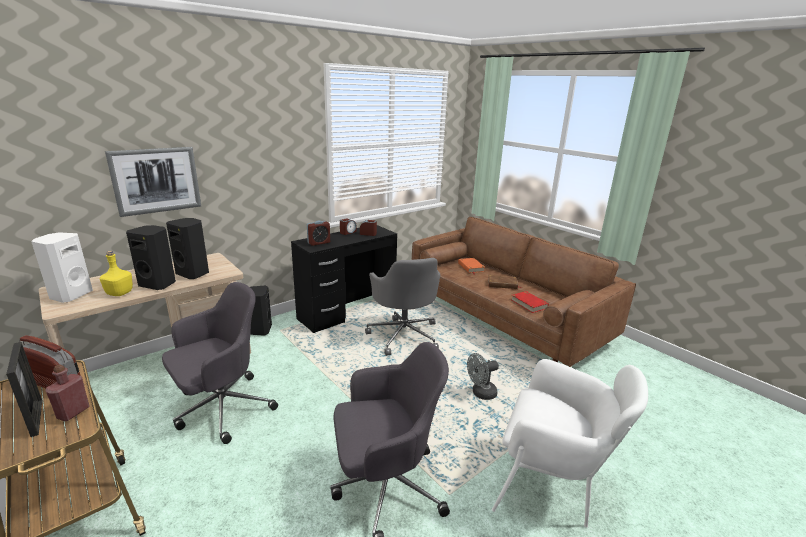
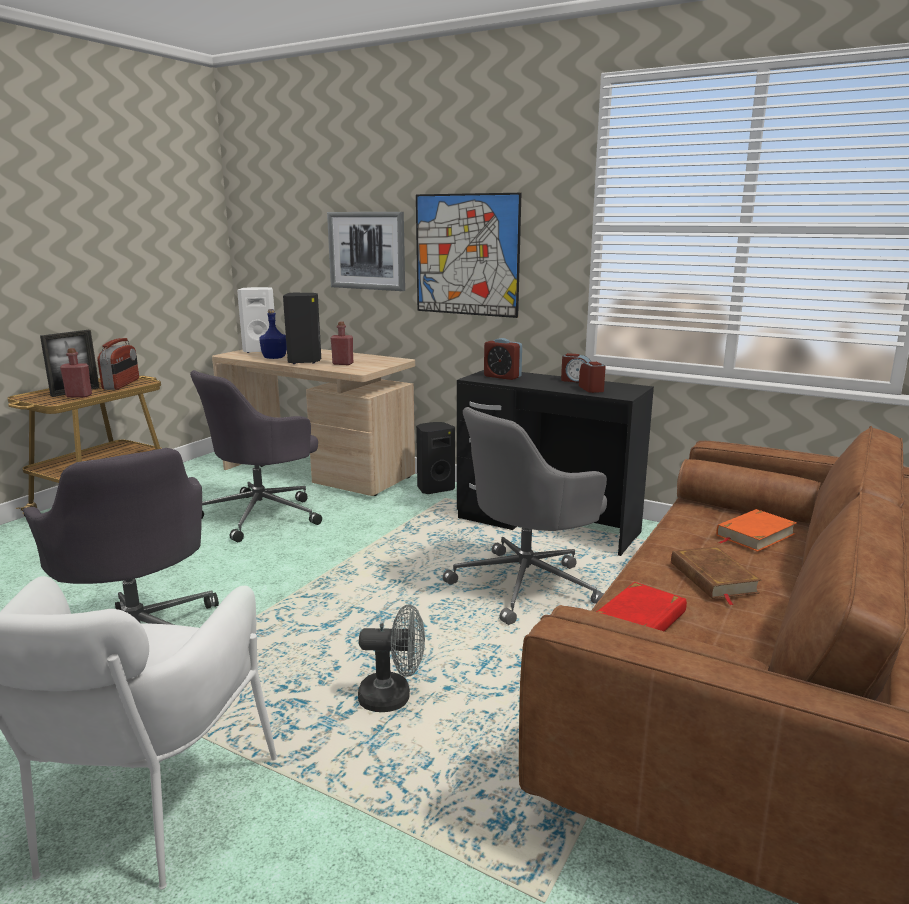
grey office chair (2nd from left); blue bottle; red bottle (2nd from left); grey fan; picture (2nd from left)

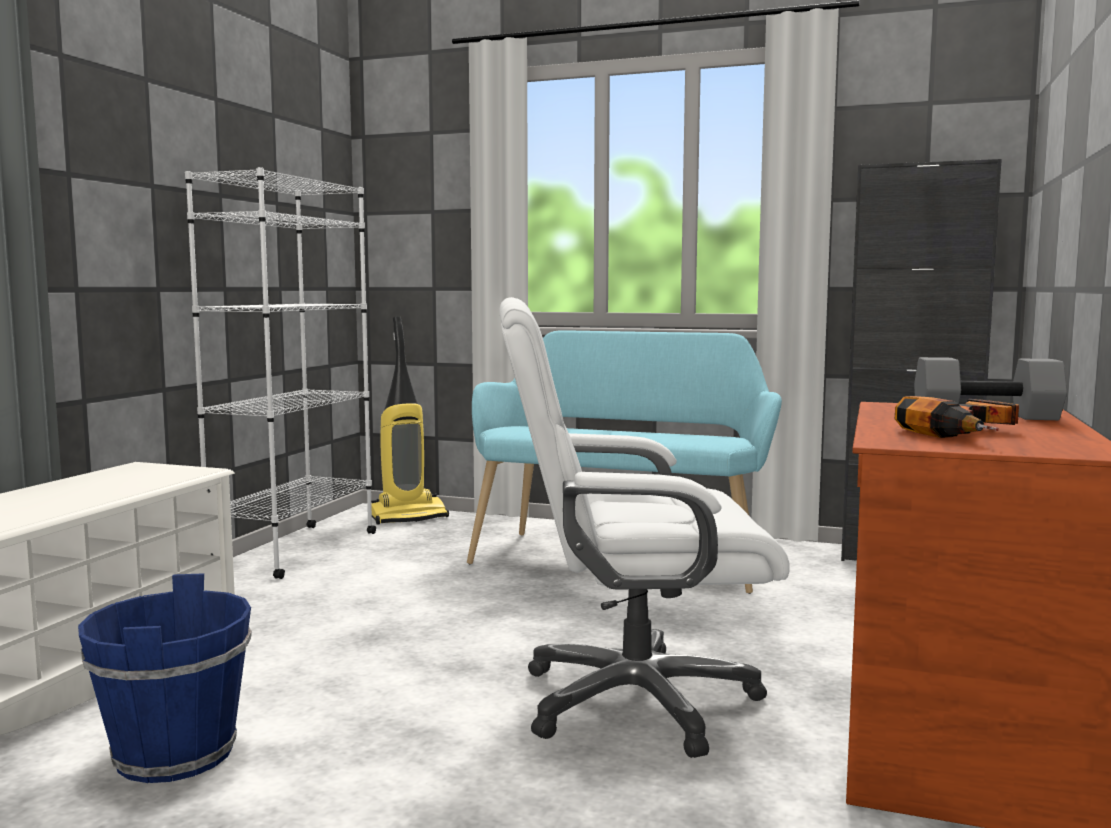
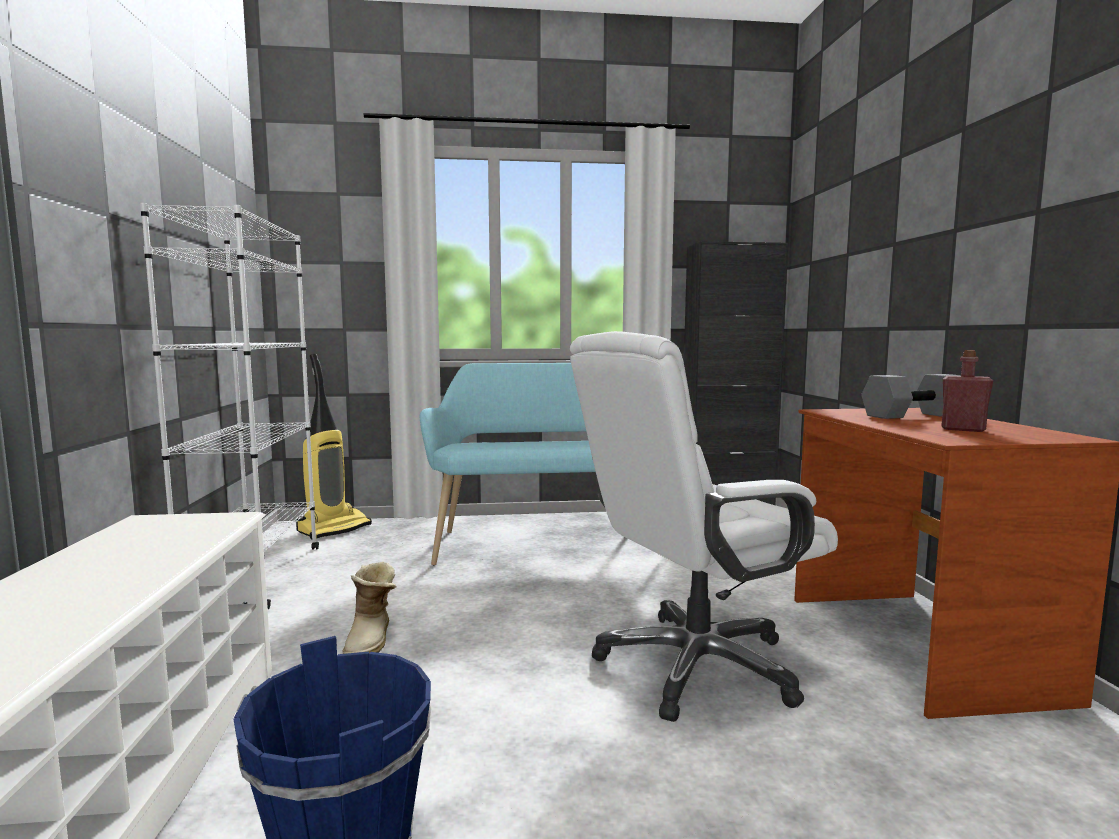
boot; red bottle

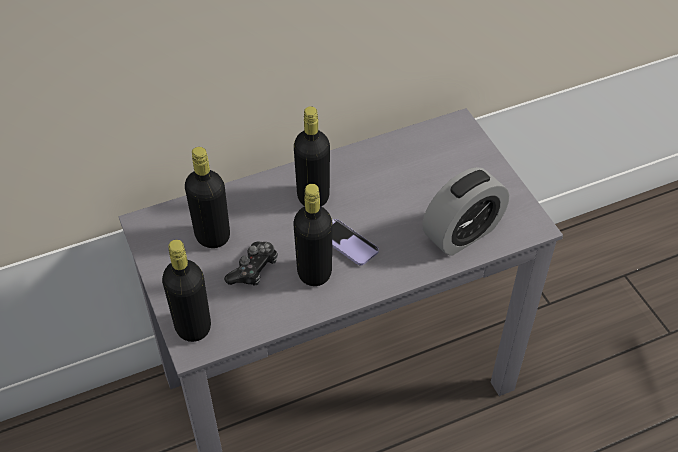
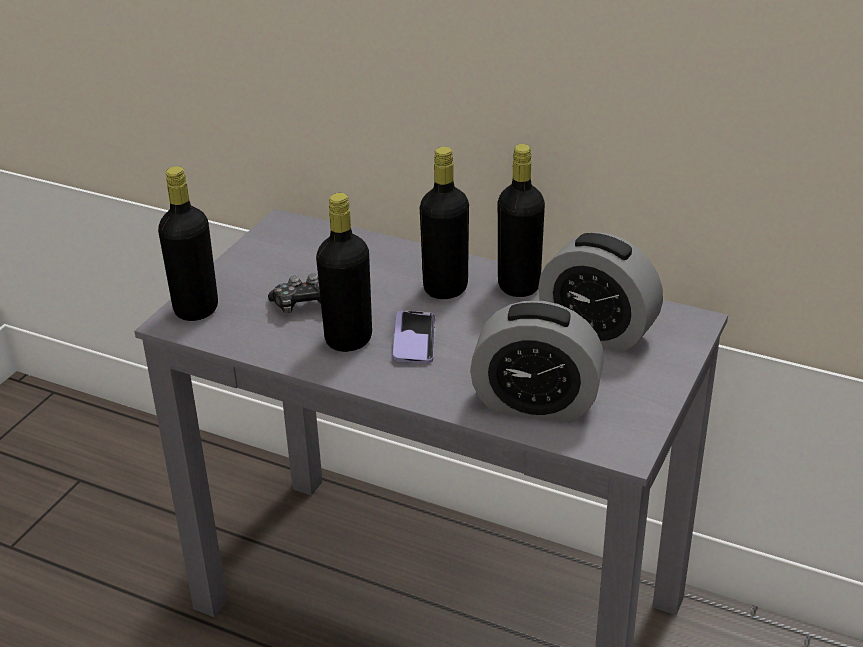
black bottle (4th from left); alarm clock (2nd from left)

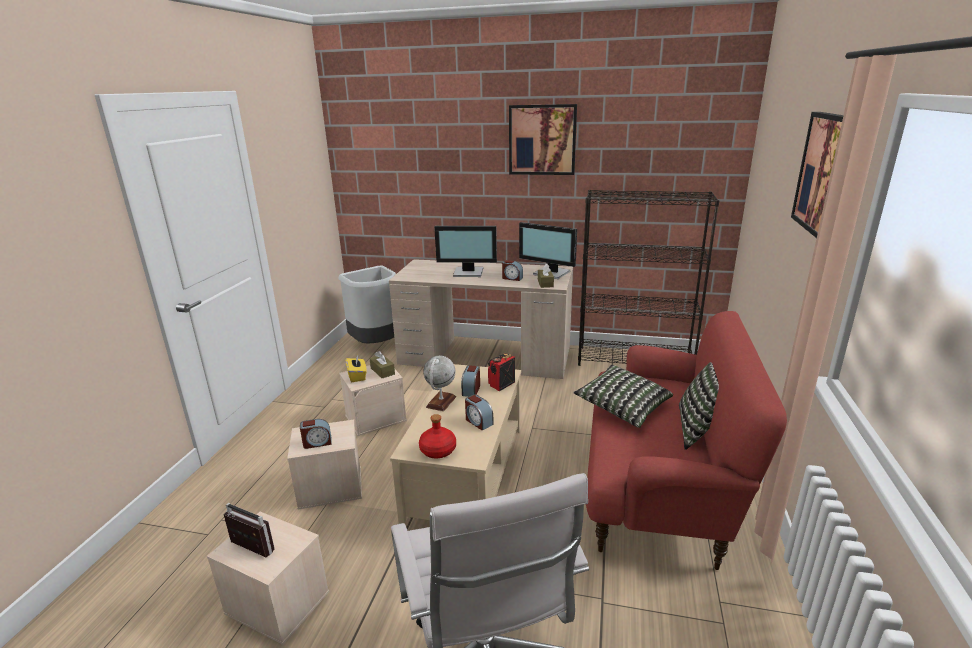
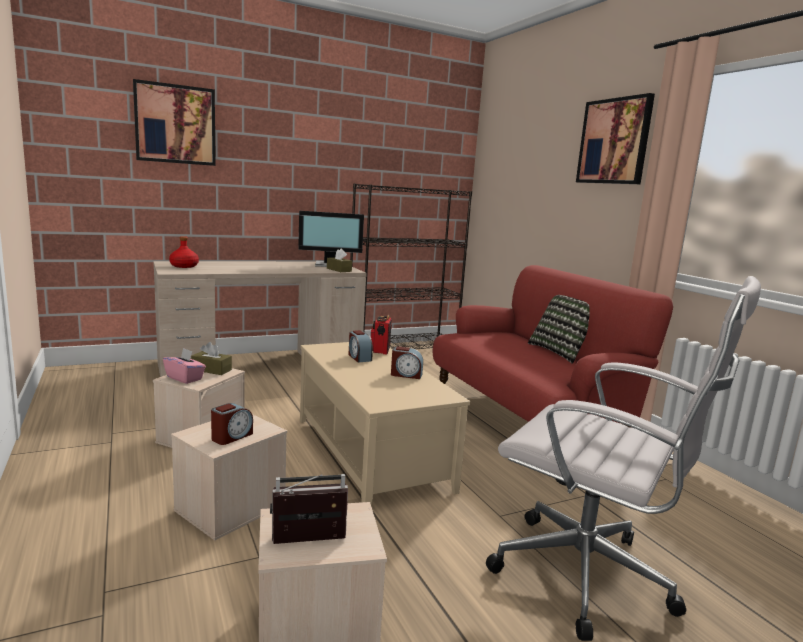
picture (1st from left); pink tissue box; red bottle; grey trash can; globe; monitor (1st from left in the first image); alarm clock (4th from left in the first image); pillow (1st from left in the first image)

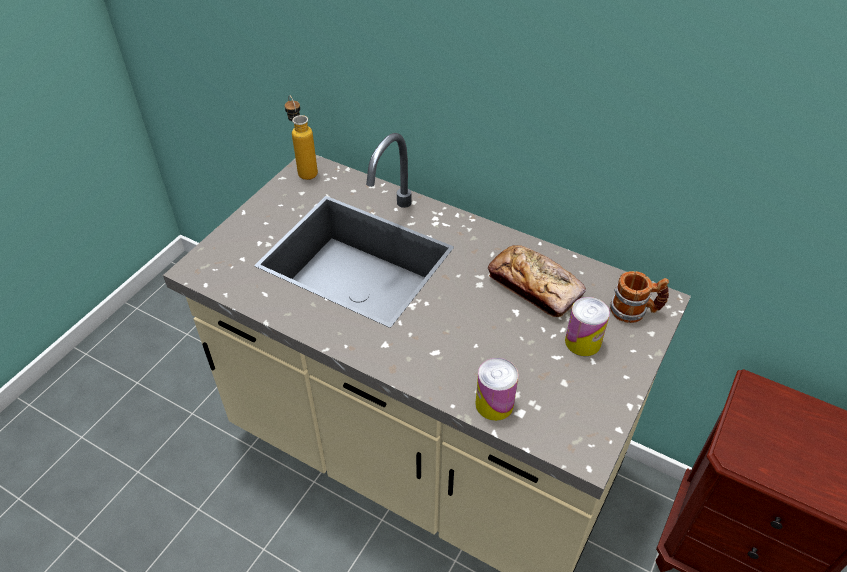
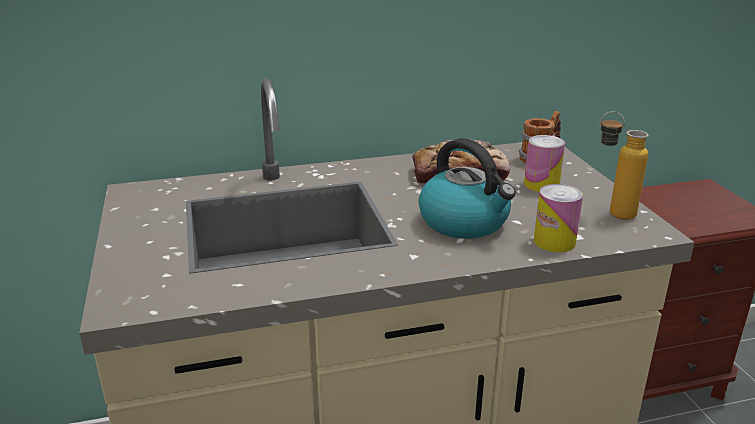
kettle; bottle

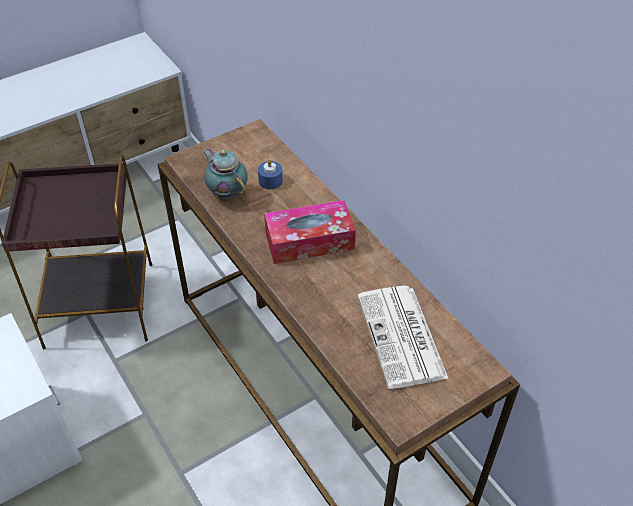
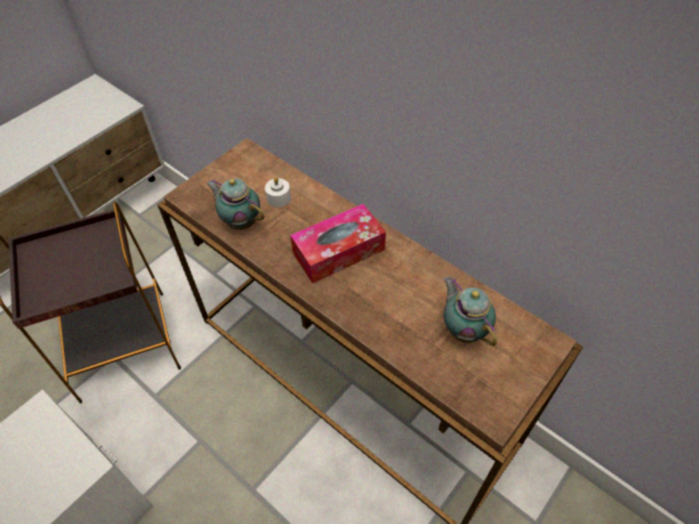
white candle; teapot (2nd from left)

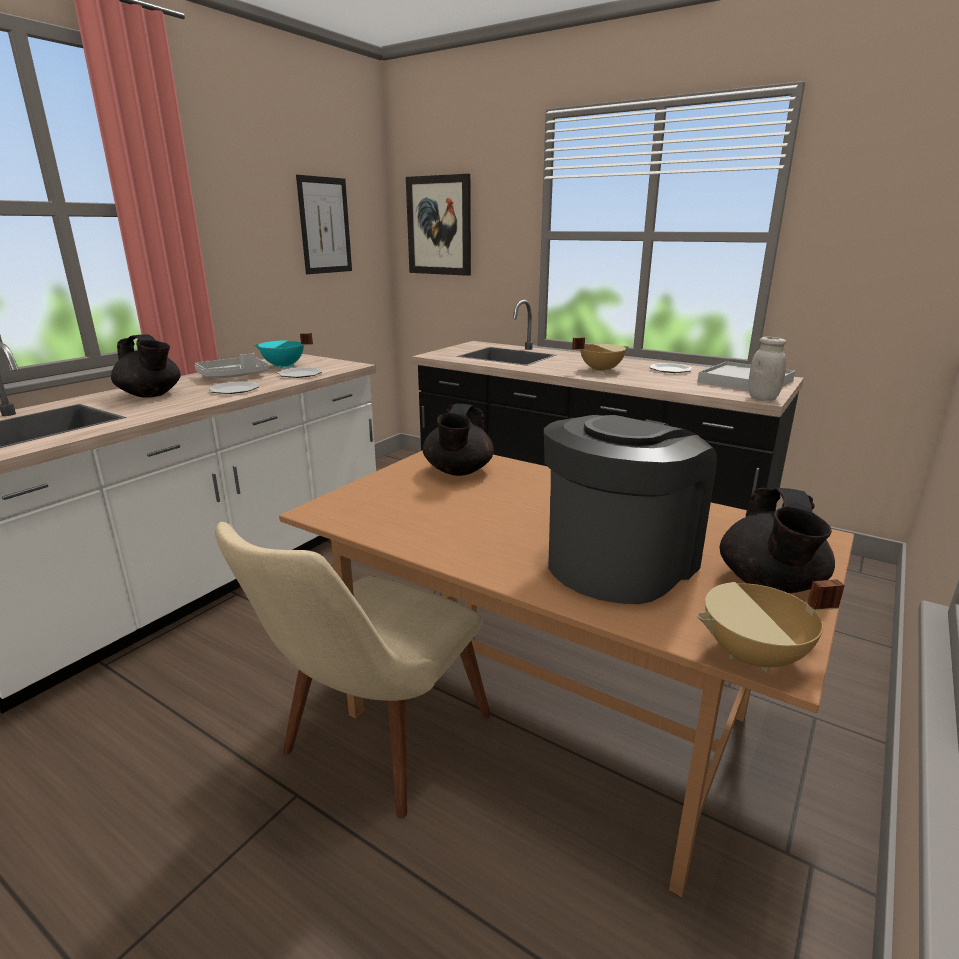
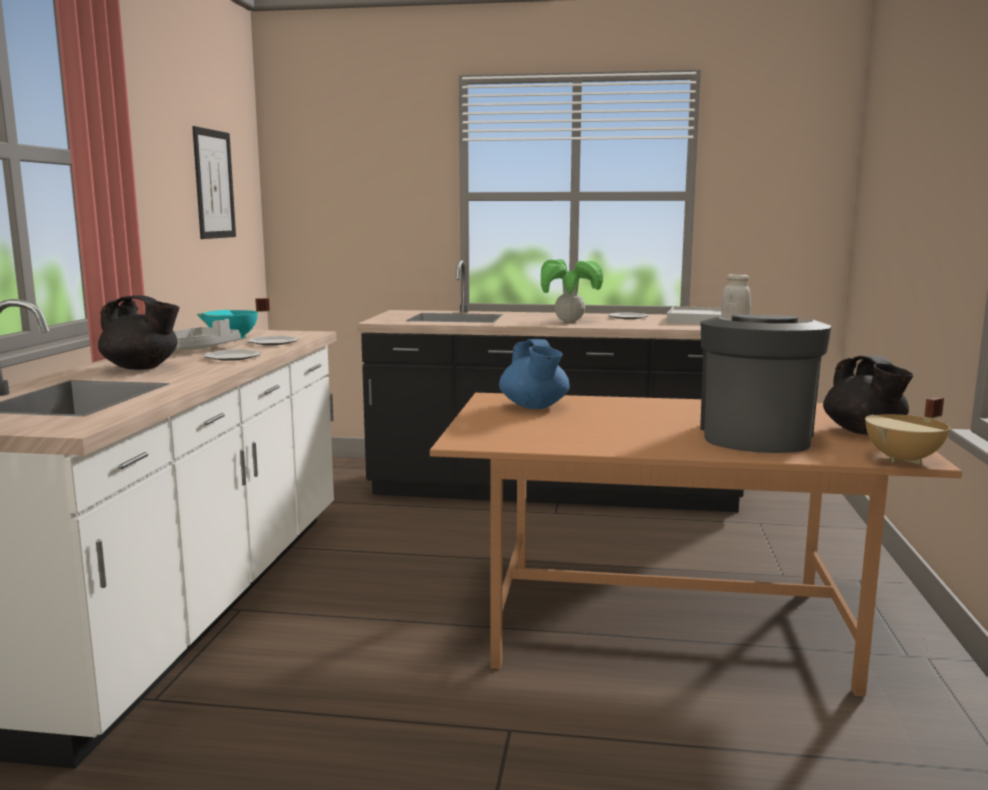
blue teapot; potted plant; beige chair; picture (2nd from left in the first image)

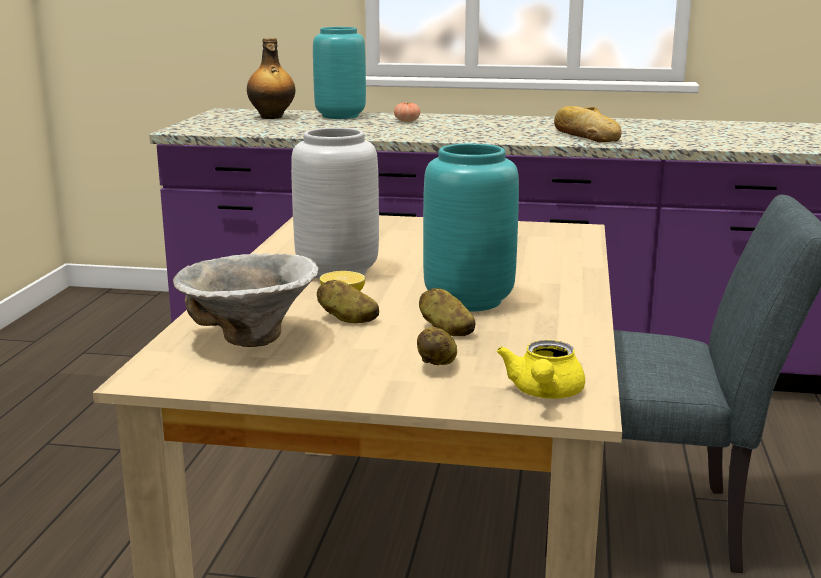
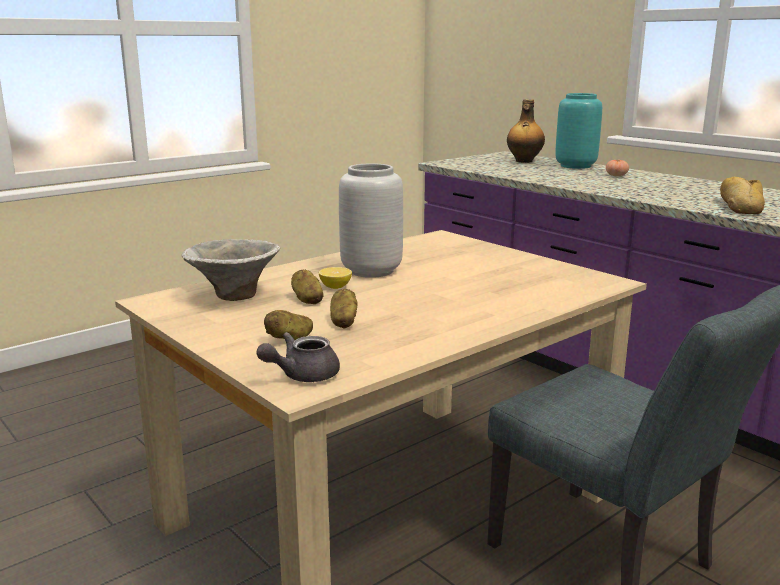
grey teapot; turquoise vase (2nd from left in the first image)

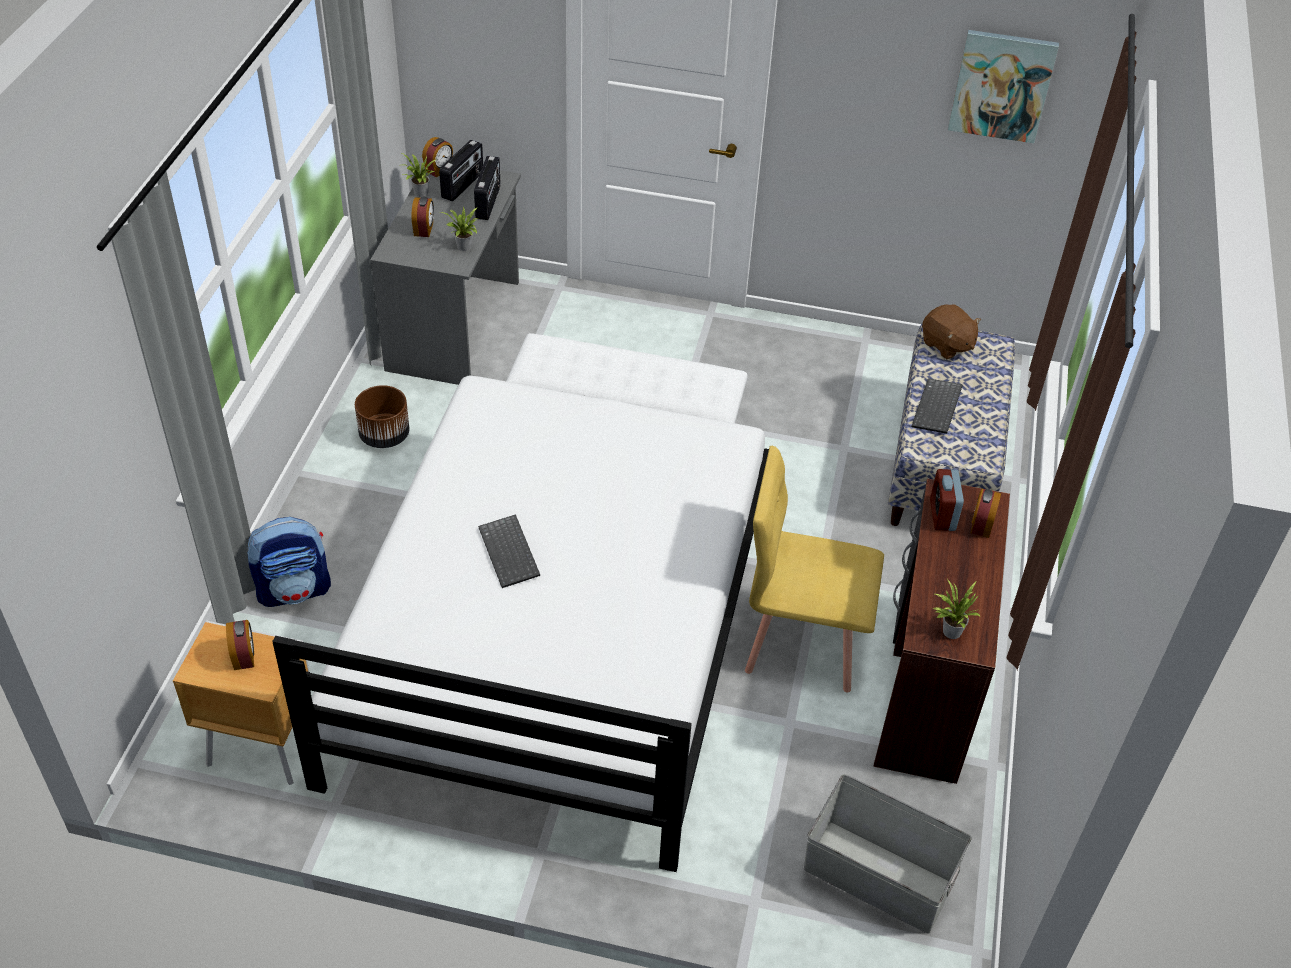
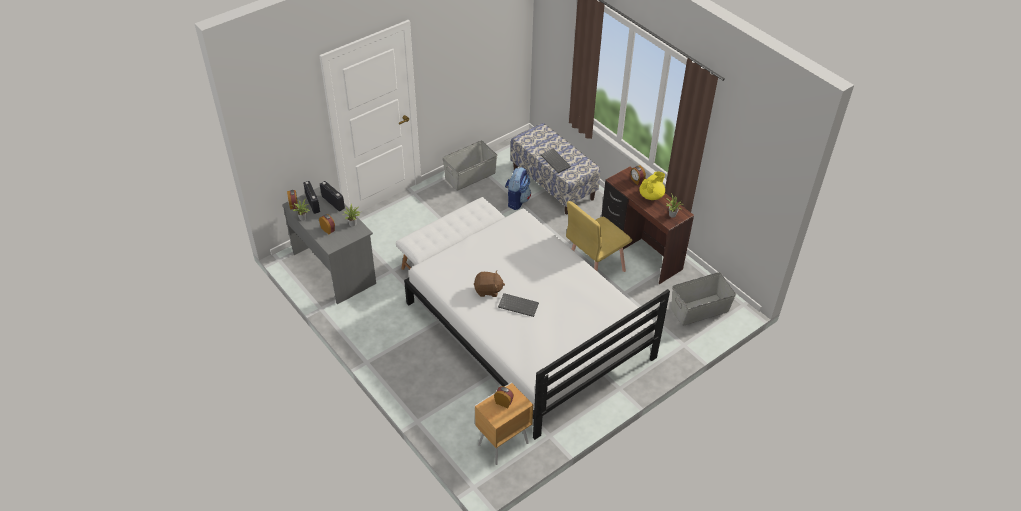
grey storage box (1st from left); brown plush toy; backpack; yellow teapot; brown planter; alarm clock (4th from left in the first image); picture

